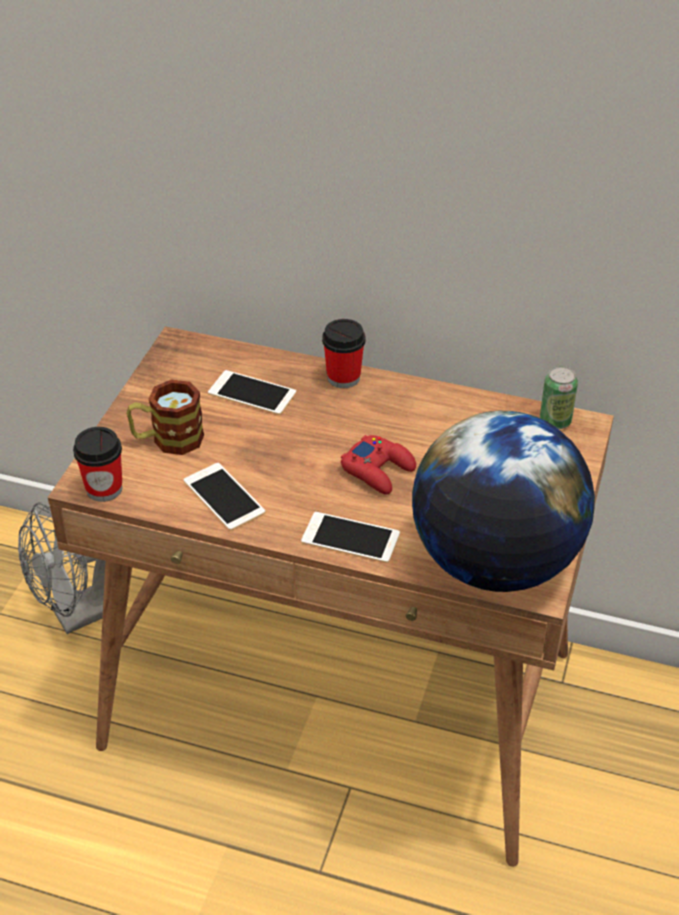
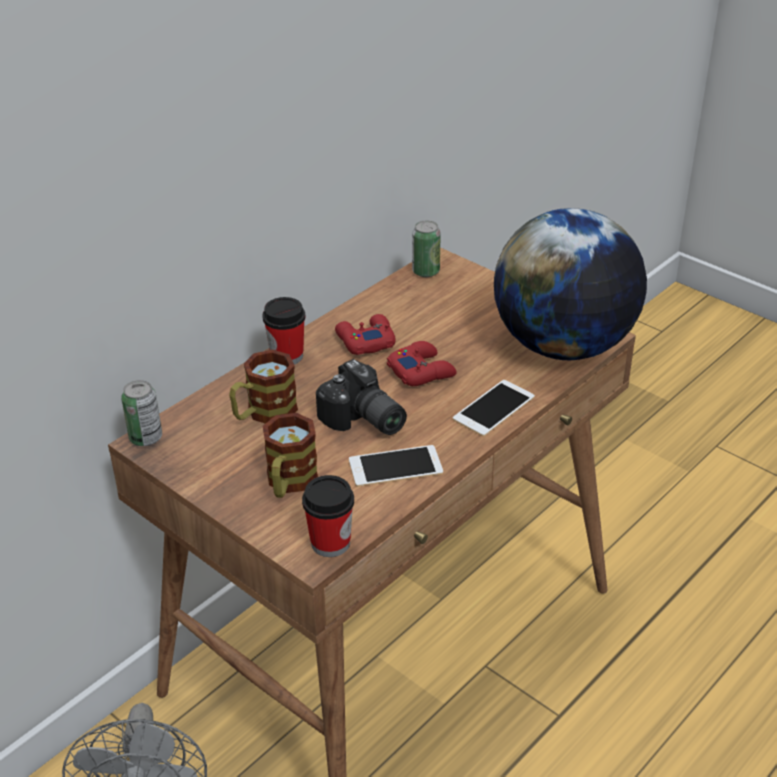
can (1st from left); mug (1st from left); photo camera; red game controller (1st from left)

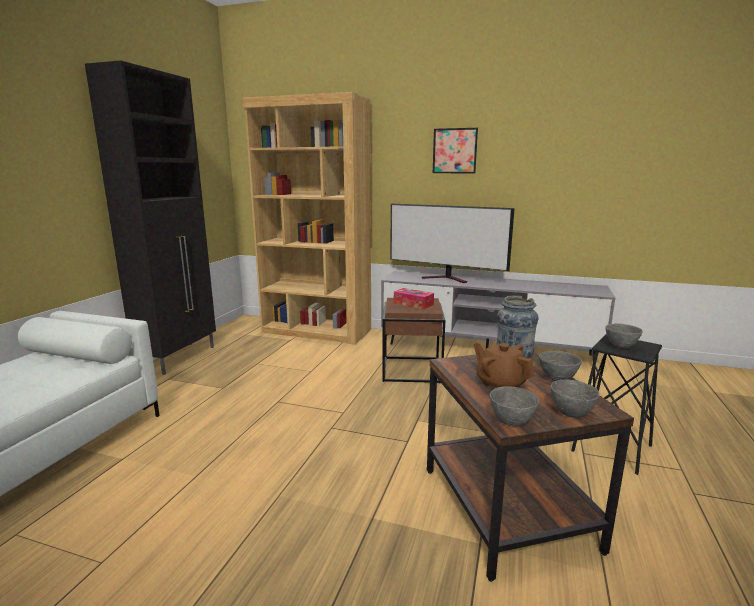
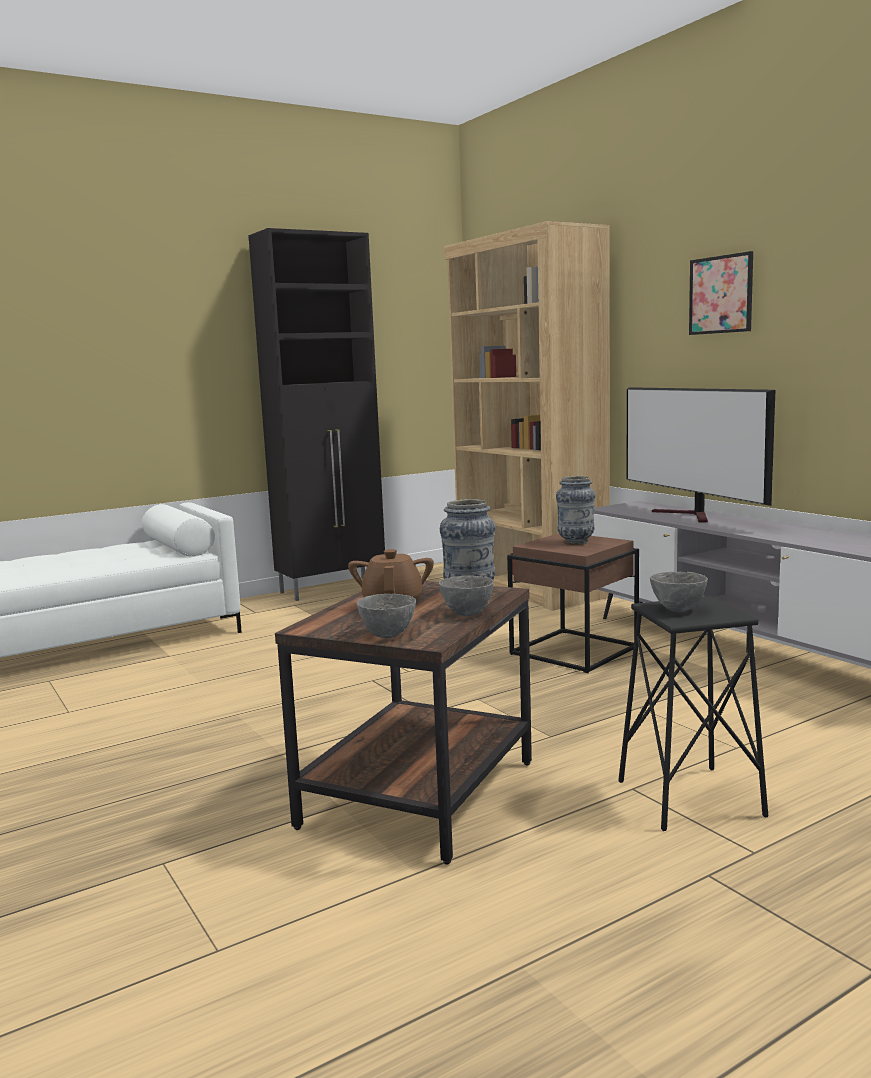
vase (2nd from left); grey bowl (1st from left in the first image)

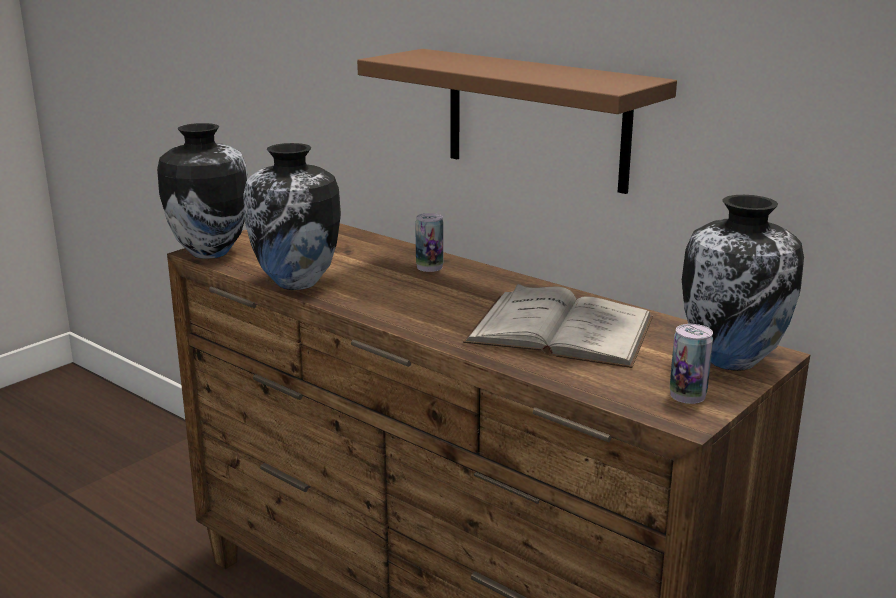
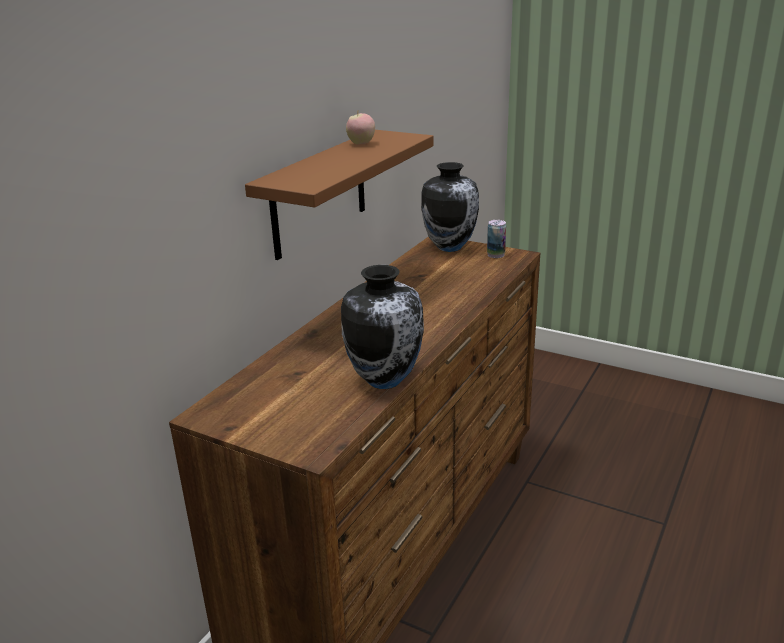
apple; vase (1st from left in the first image); can (1st from left in the first image); white book

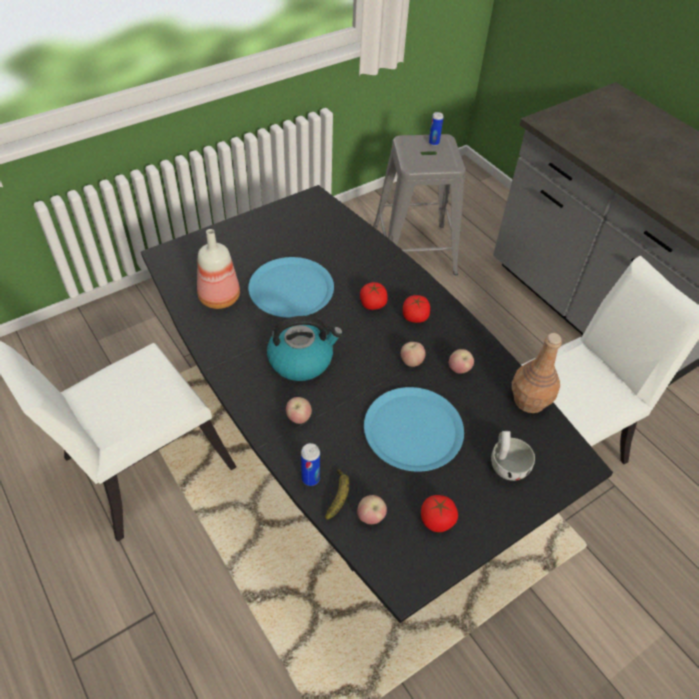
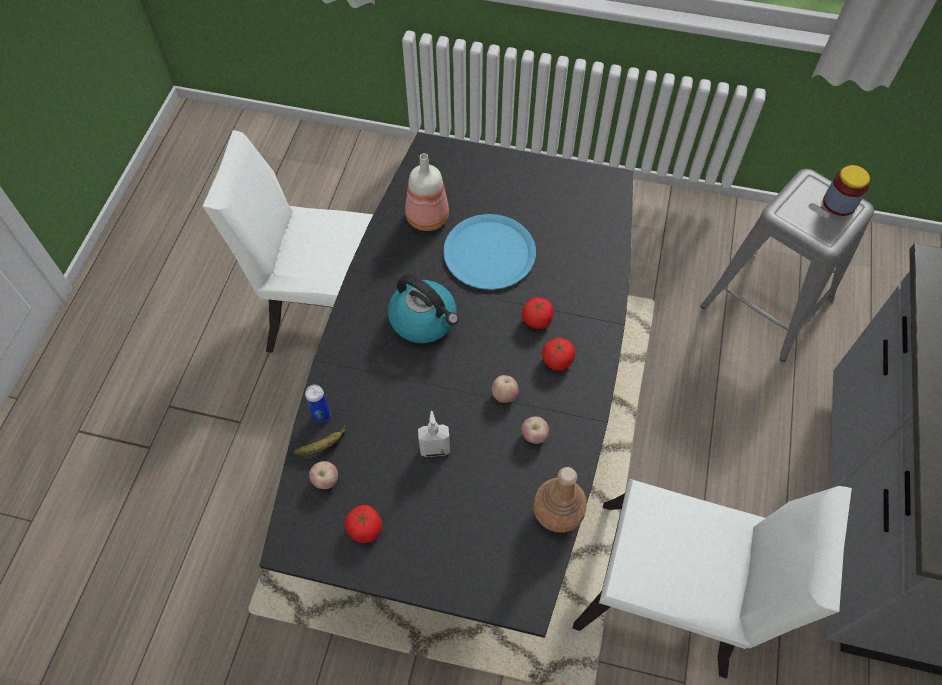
soap dispenser; jar; apple (1st from left in the first image); white cup

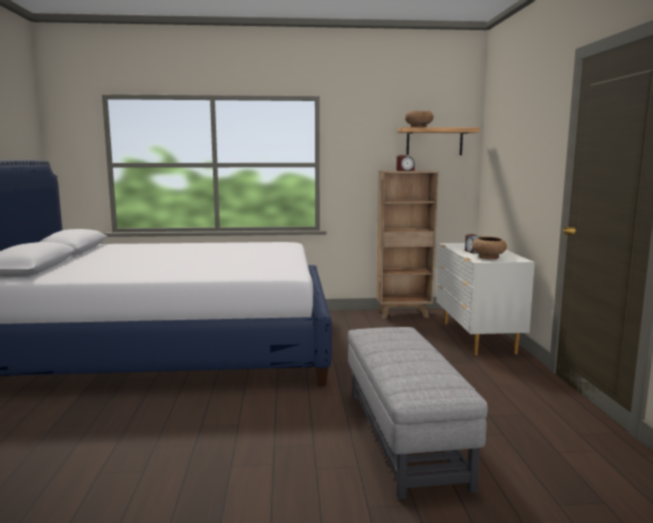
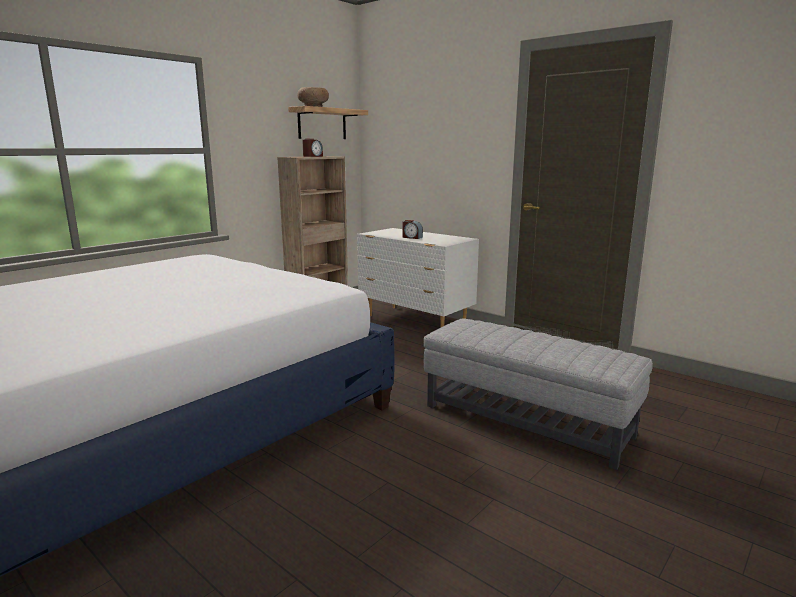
brown bowl (2nd from left in the first image)

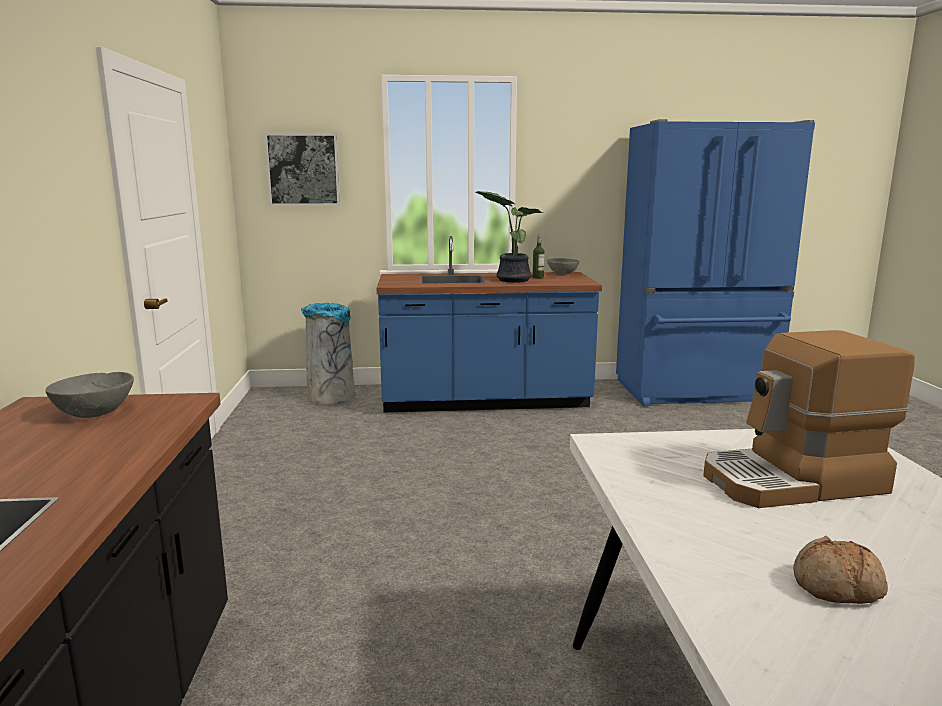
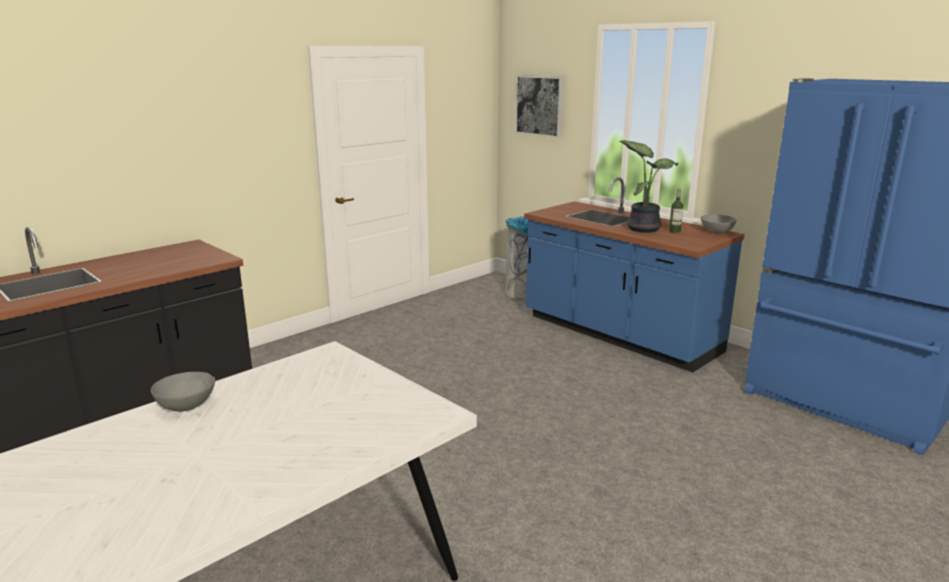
grey bowl (1st from left); coffee machine; bread

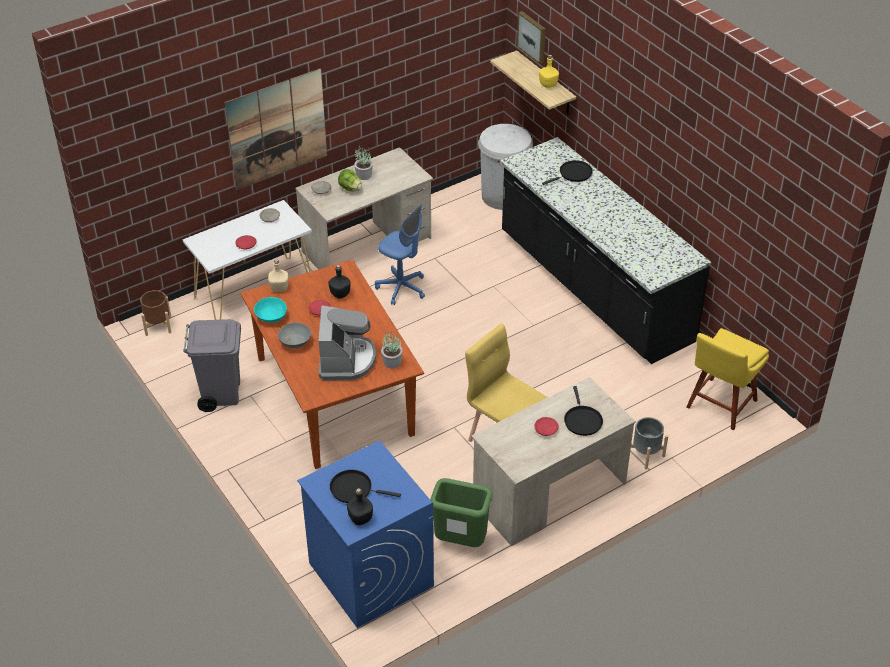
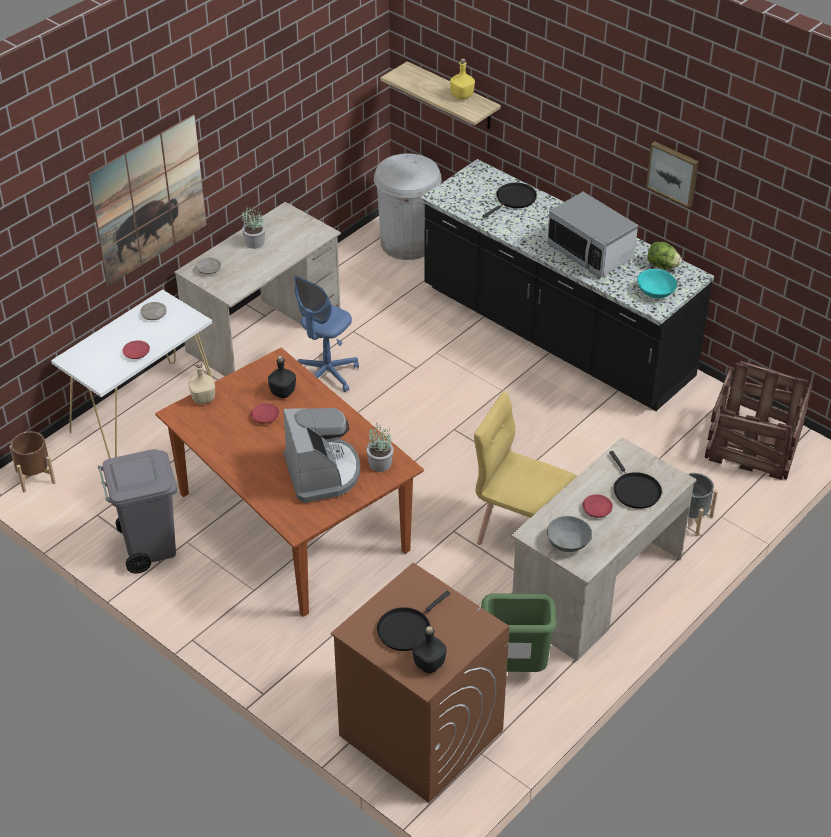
blue office chair; brown washing machine; black frying pan (1st from left); microwave; grey bowl; turquoise bowl; picture (2nd from left); lettuce; crate

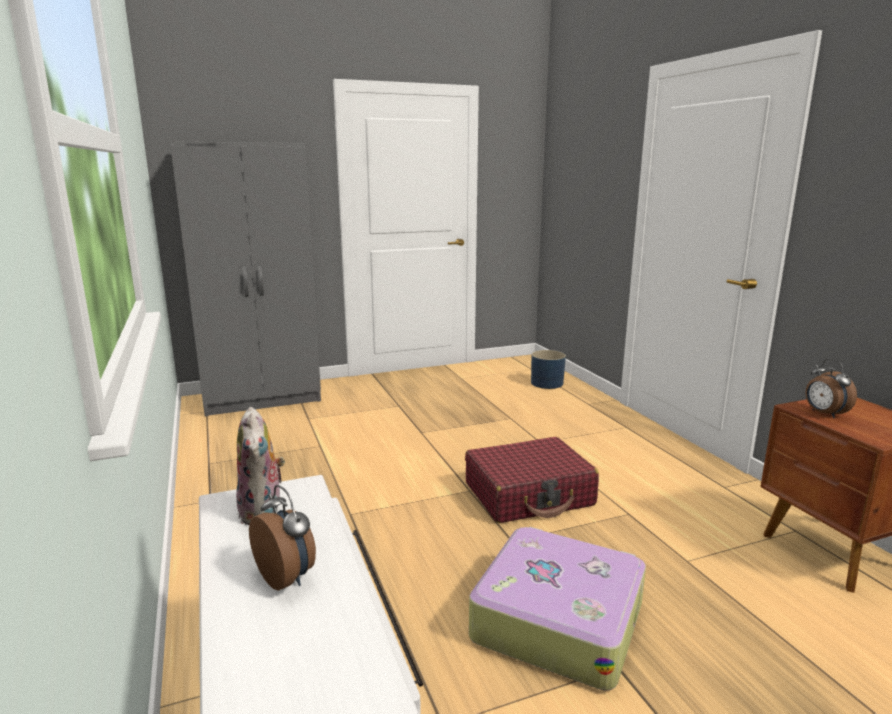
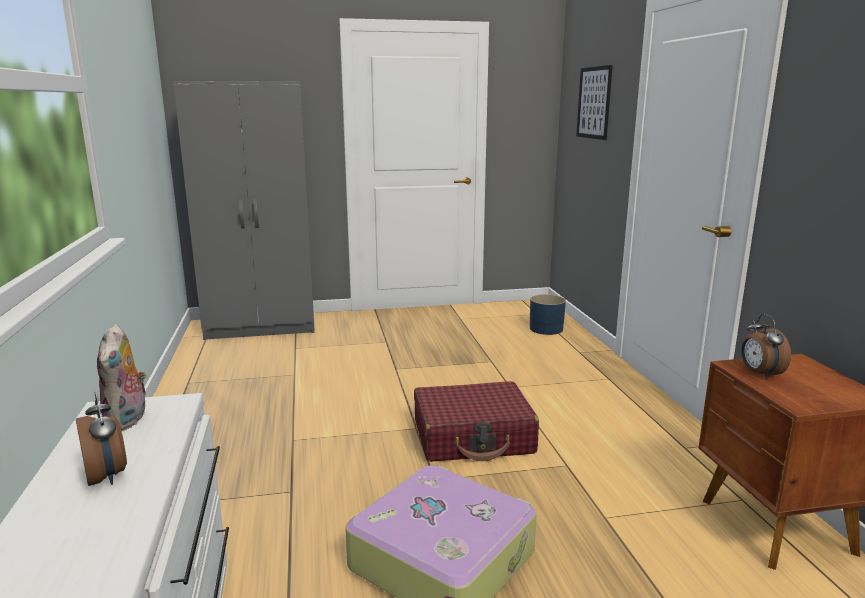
picture

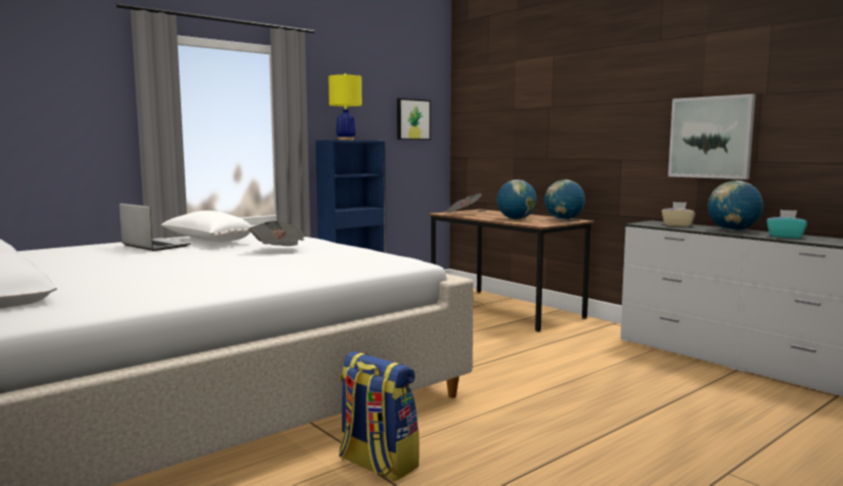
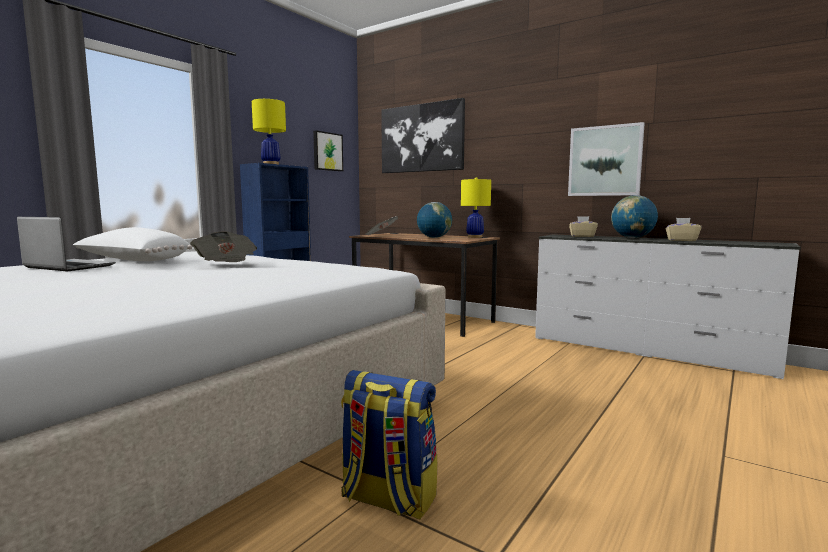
picture (2nd from left); yellow table lamp (2nd from left); beige tissue box (2nd from left)

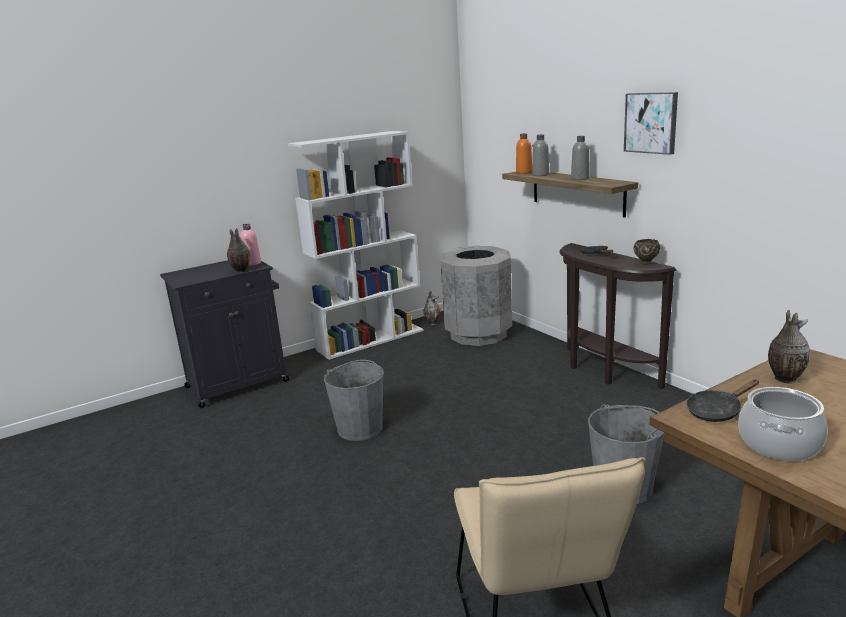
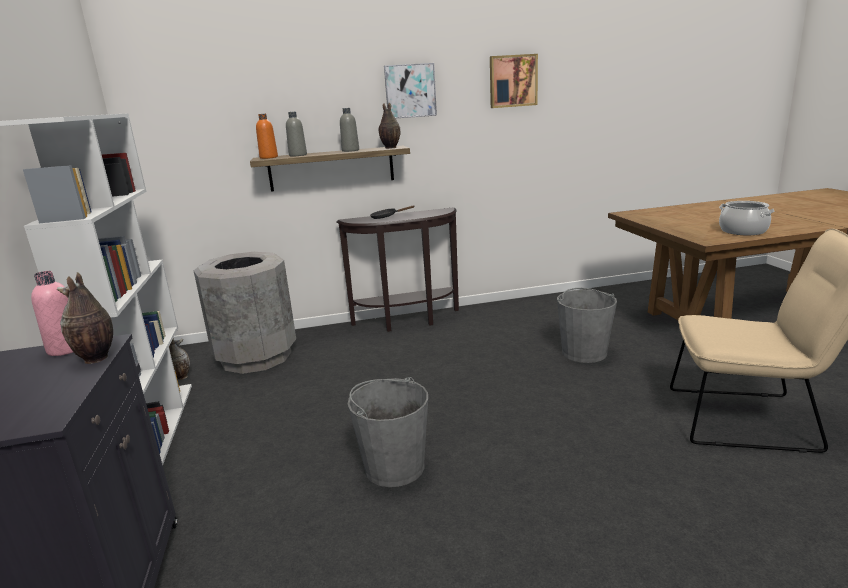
vase (3rd from left); picture (2nd from left); brown bowl; black frying pan (2nd from left in the first image)

